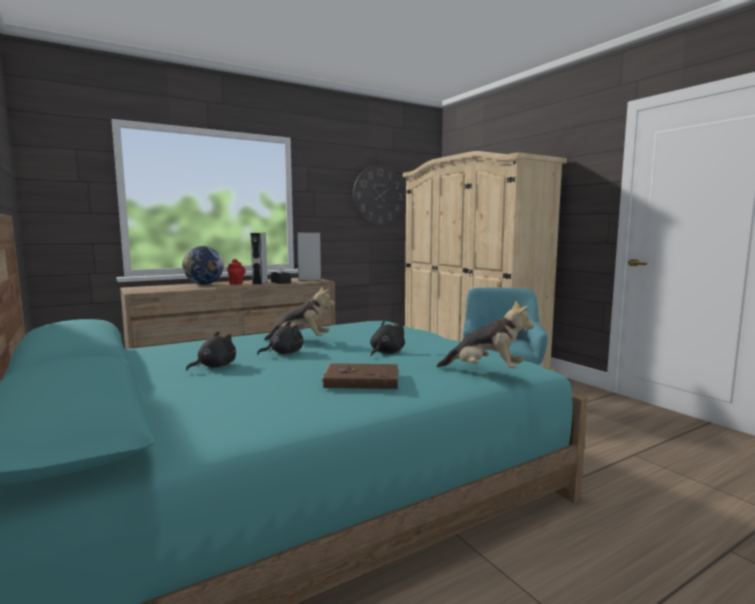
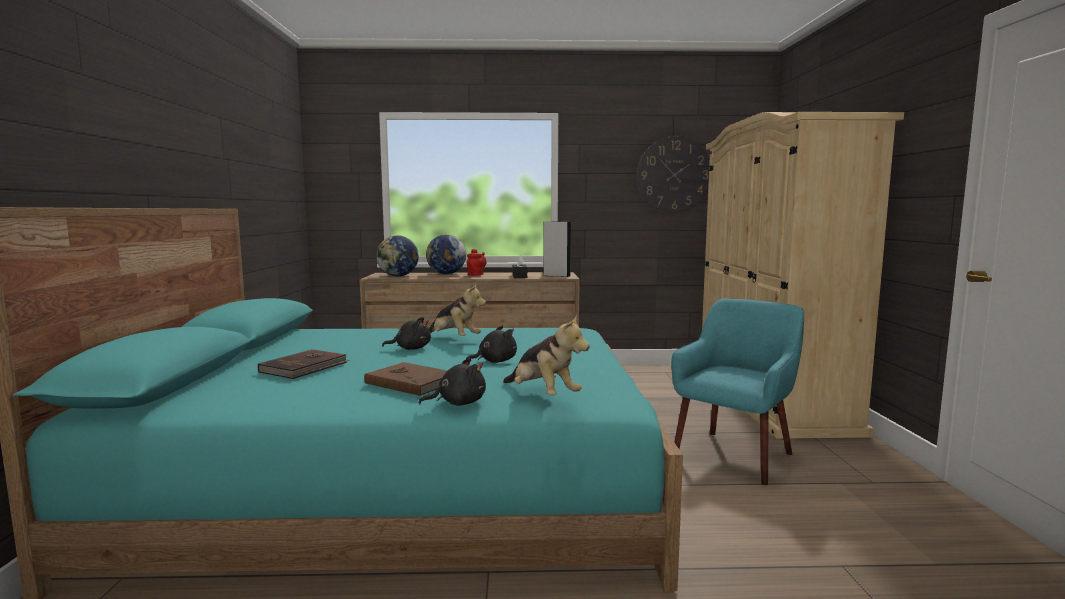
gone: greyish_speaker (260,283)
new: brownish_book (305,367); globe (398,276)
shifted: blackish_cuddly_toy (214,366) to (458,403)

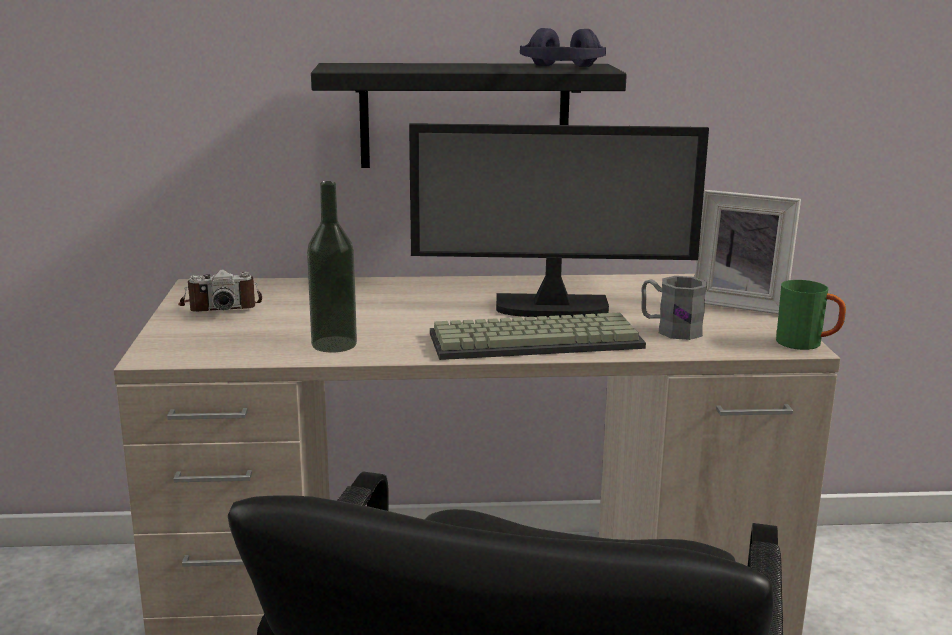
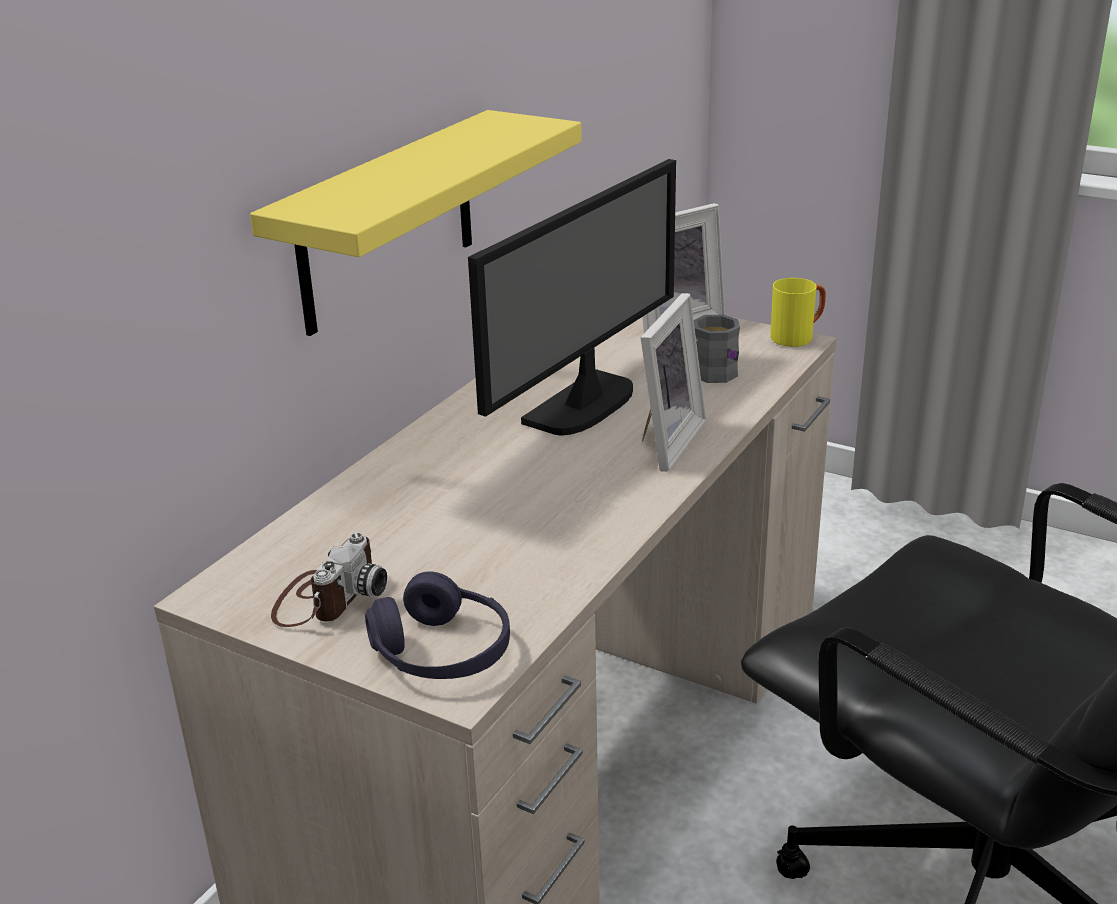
gone: drink_bottle (334,344)
shifted: purple-coloured_pair_of_headphones (562,69) to (442,652)
swapped: PC_keyboard (537,339) to picture_frame (663,441)
repainted: blackish_wall_shelf (464,115) to yellow_wall_shelf (387,222); green_mug (807,344) to yellow_mug (798,337)

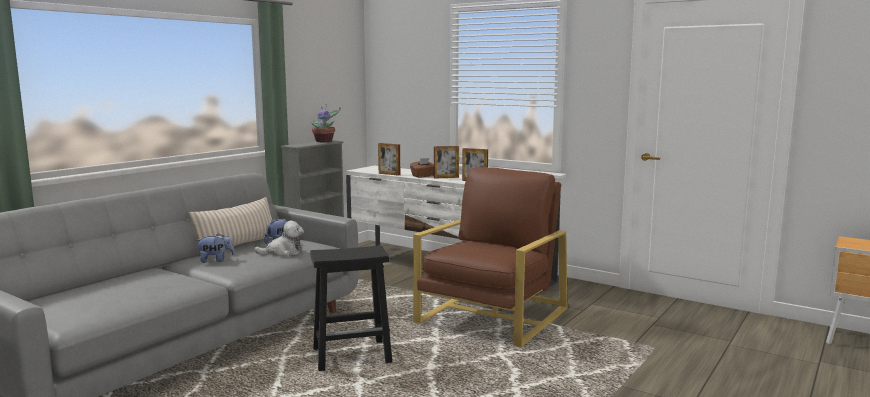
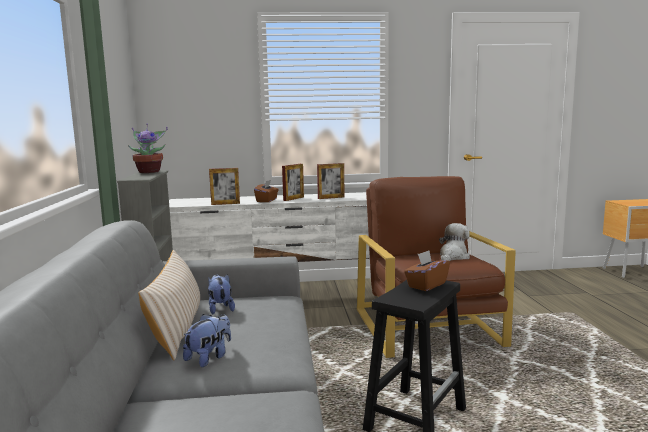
new: brownish_tissue_box (426,285)
shifted: cuddly_toy (283,252) to (453,257)

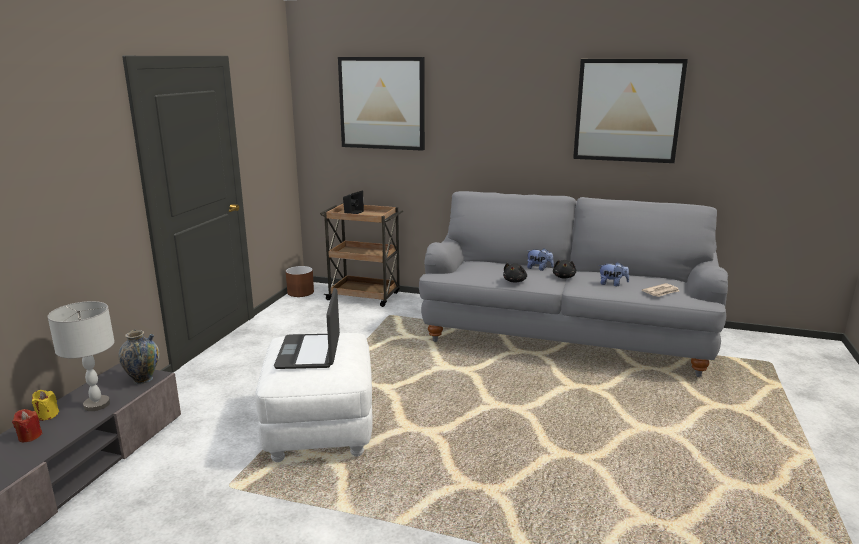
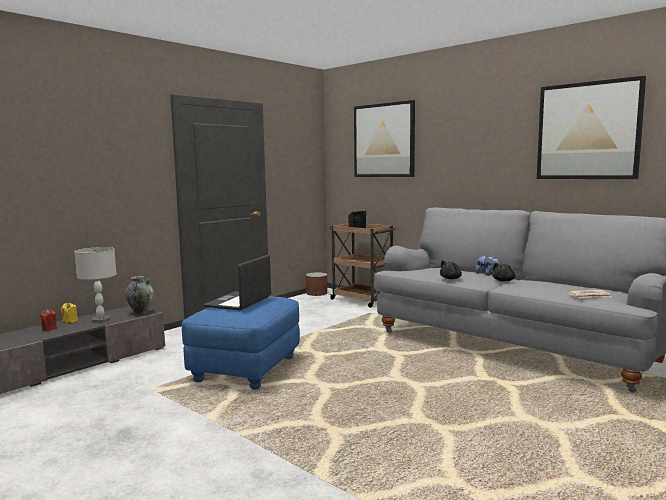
gone: cuddly_toy (612,284)
repainted: white-coloured_pouffe (320,429) to blue_pouffe (246,369)

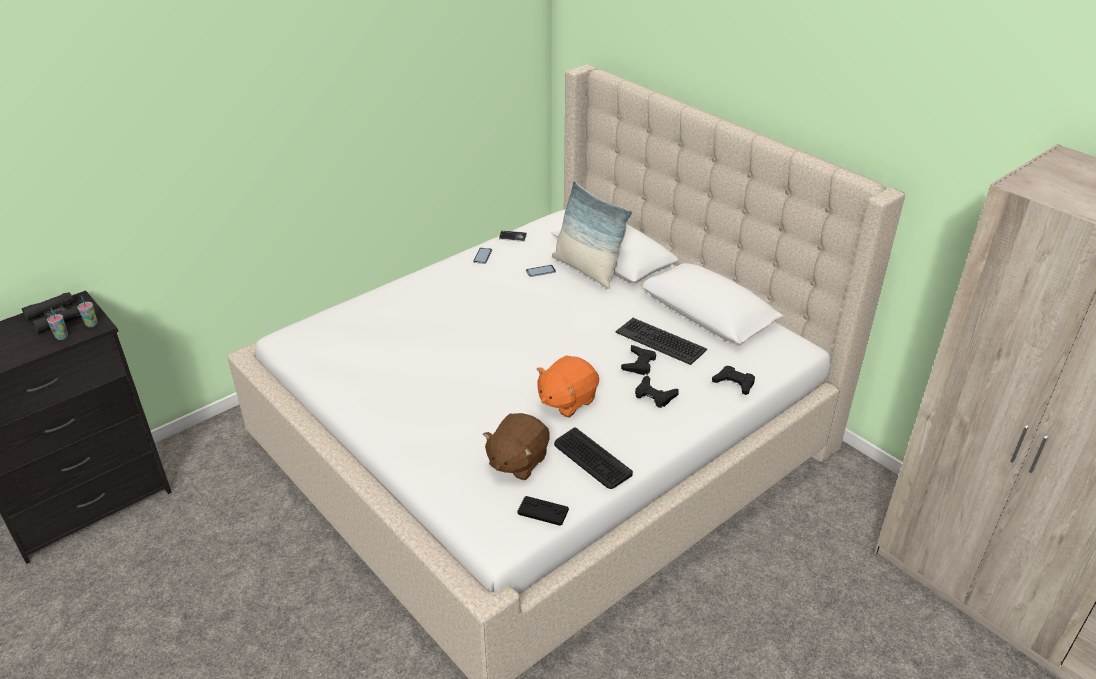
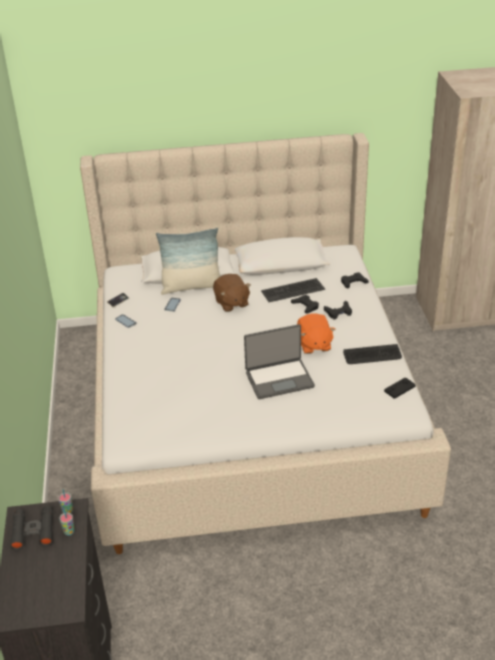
new: notebook_computer (279,379)
shifted: brownish_cuddly_toy (517,461) to (231,303)

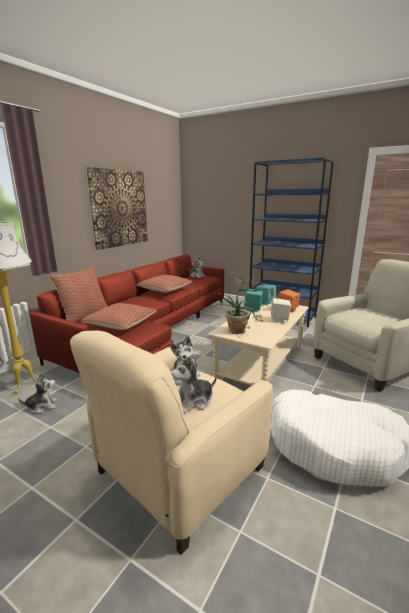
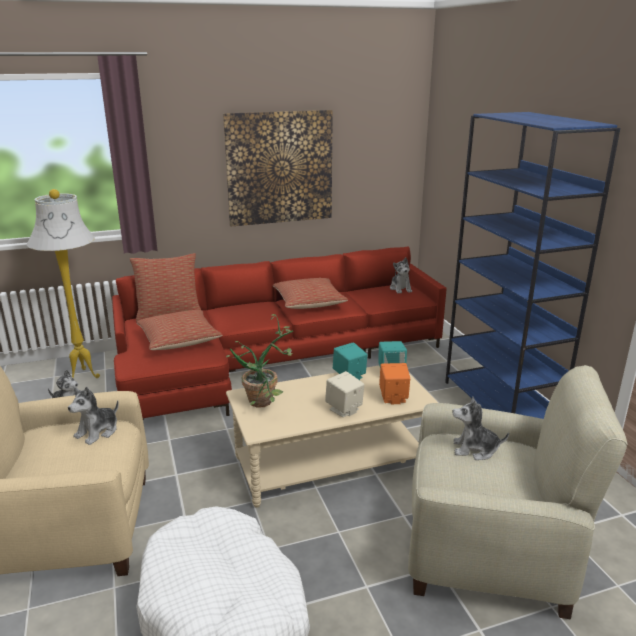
shifted: cuddly_toy (193,401) to (475,450)

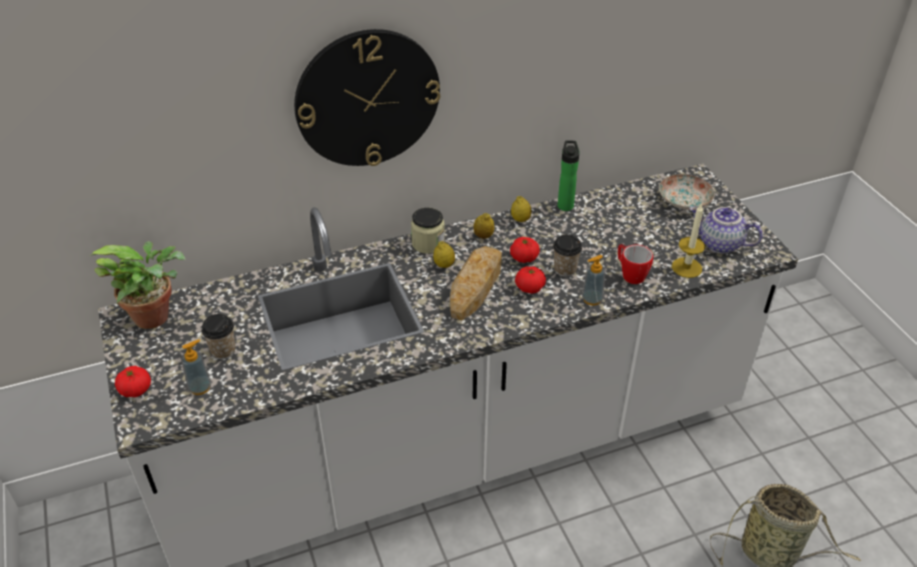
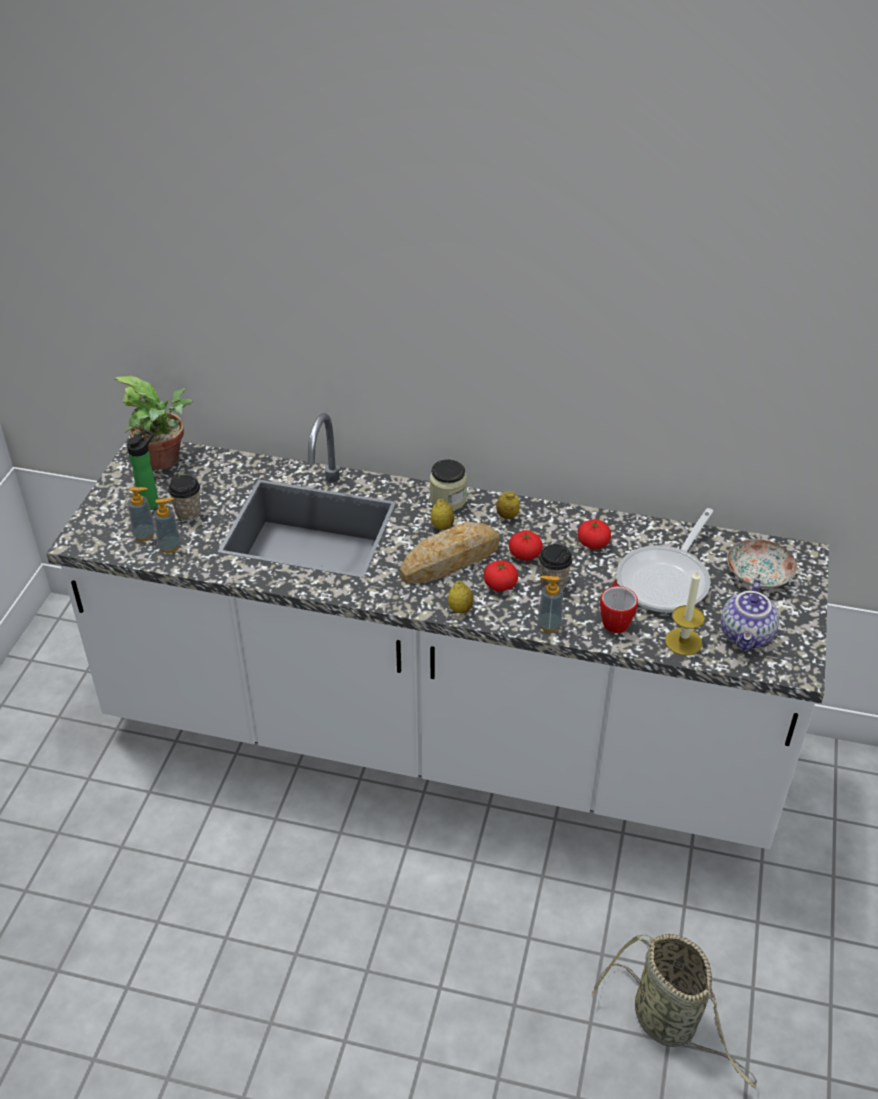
gone: hanging_clock (367,99)
new: soap_dispenser (170,546); pan (667,579)
shifted: drink_bottle (565,204) to (152,502); citrus_fruit (520,219) to (460,609); tomato (135,390) to (593,543)
rotated: tea_pot (719,244) = (747,636) 135 degrees counterclockwise

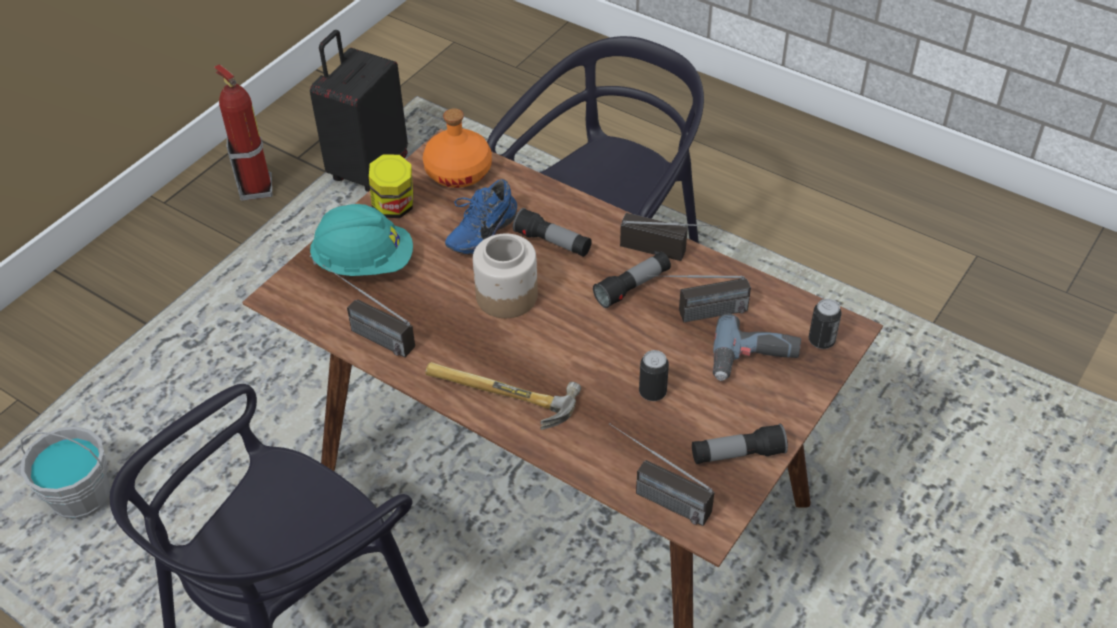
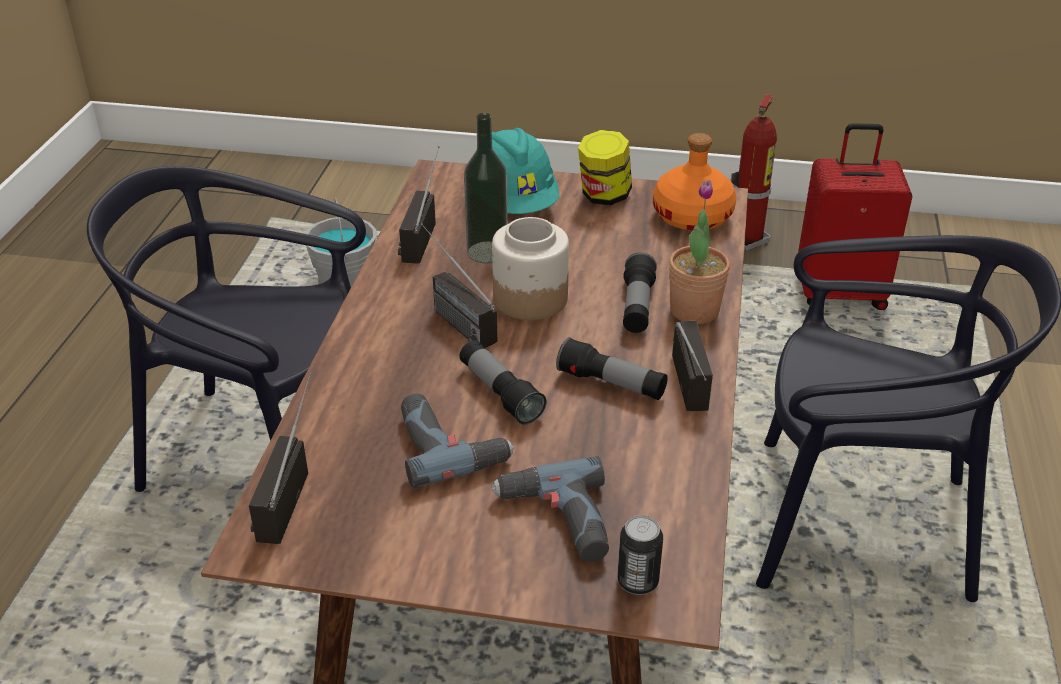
gone: hammer (499,400); blue_low_shoe (480,232)
new: drink_bottle (487,252); houseplant (694,310)
shifted: radio_set (696,315) to (450,316); hand_torch (737,454) to (500,393)
swapped: sealed_can (652,392) to electric_drill (449,444)
repainted: blackish_suitcase (367,168) to red-coloured_suitcase (840,292)

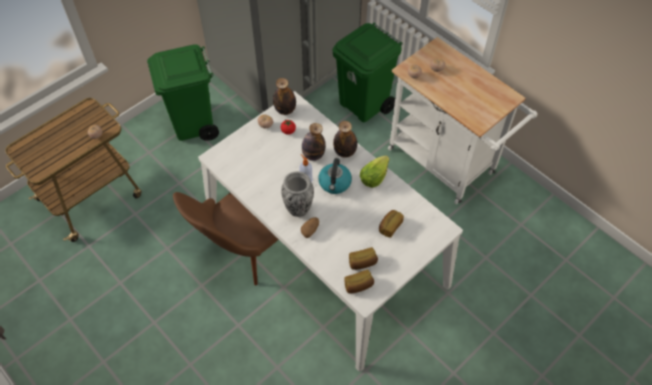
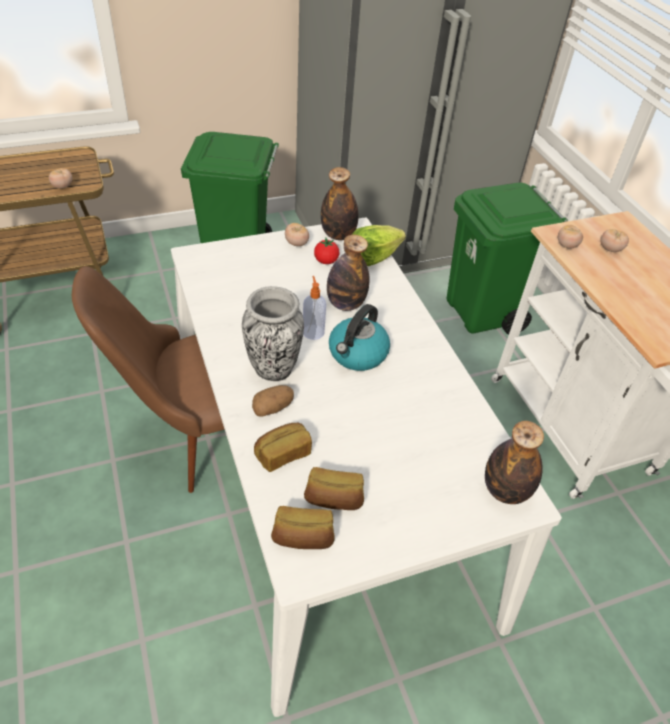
shifted: baked_bread (389,226) to (282,453); lettuce_head (374,177) to (372,257); drink_bottle (345,152) to (505,490)

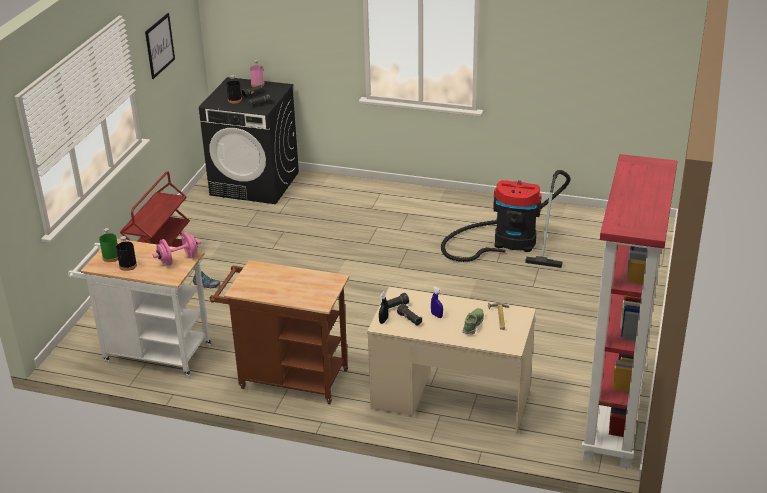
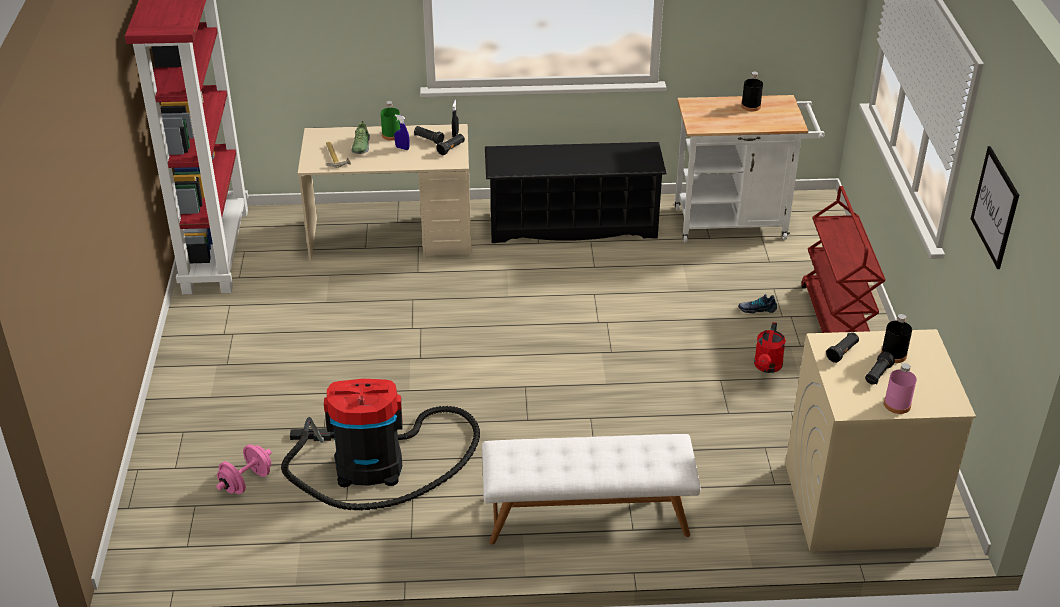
new: white-coloured_indoor_bench (587,516); red-coloured_watering_pot (767,367)
shifted: pinkish_dumbbell (178,260) to (246,482); green_drink_bottle (111,257) to (391,135)
swapped: brownish_cart (287,378) to blackish_shoe_shelf (573,225)
repainted: blackish_laundry_machine (255,183) to beige_laundry_machine (858,504)

